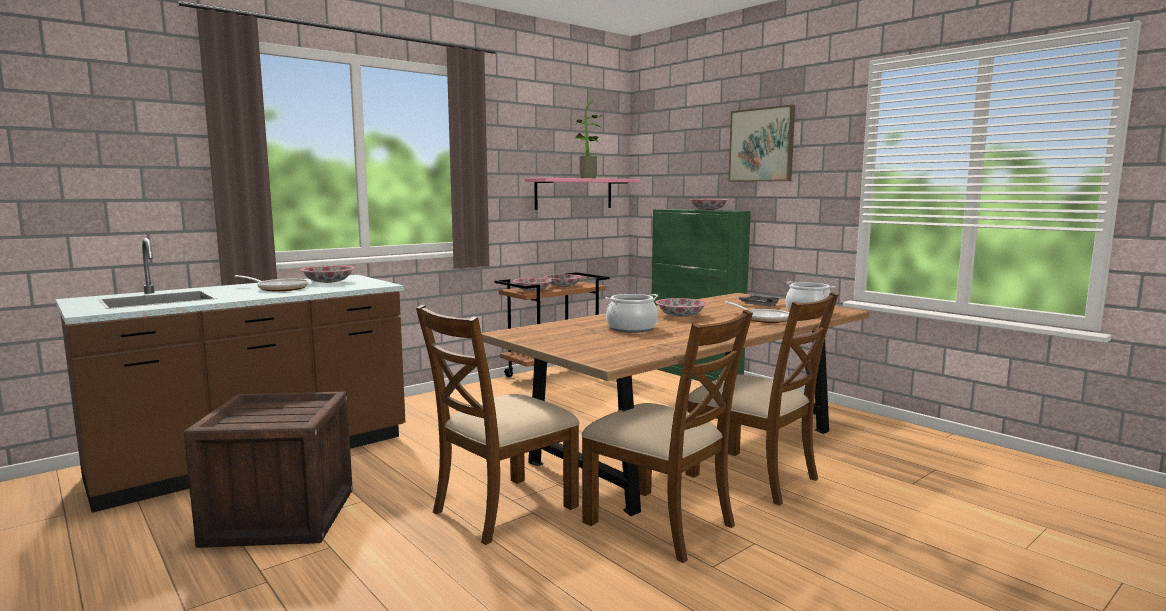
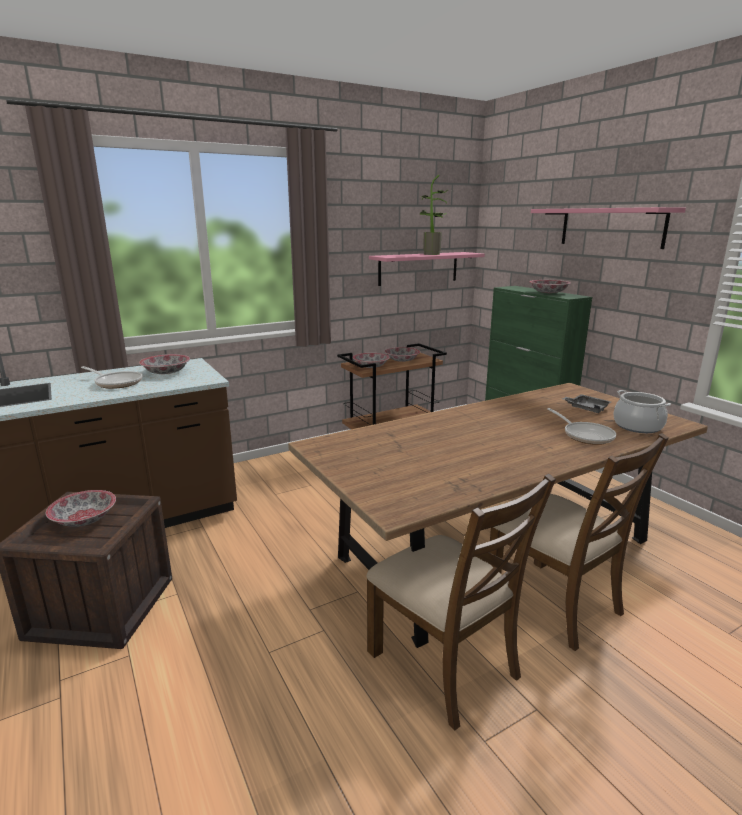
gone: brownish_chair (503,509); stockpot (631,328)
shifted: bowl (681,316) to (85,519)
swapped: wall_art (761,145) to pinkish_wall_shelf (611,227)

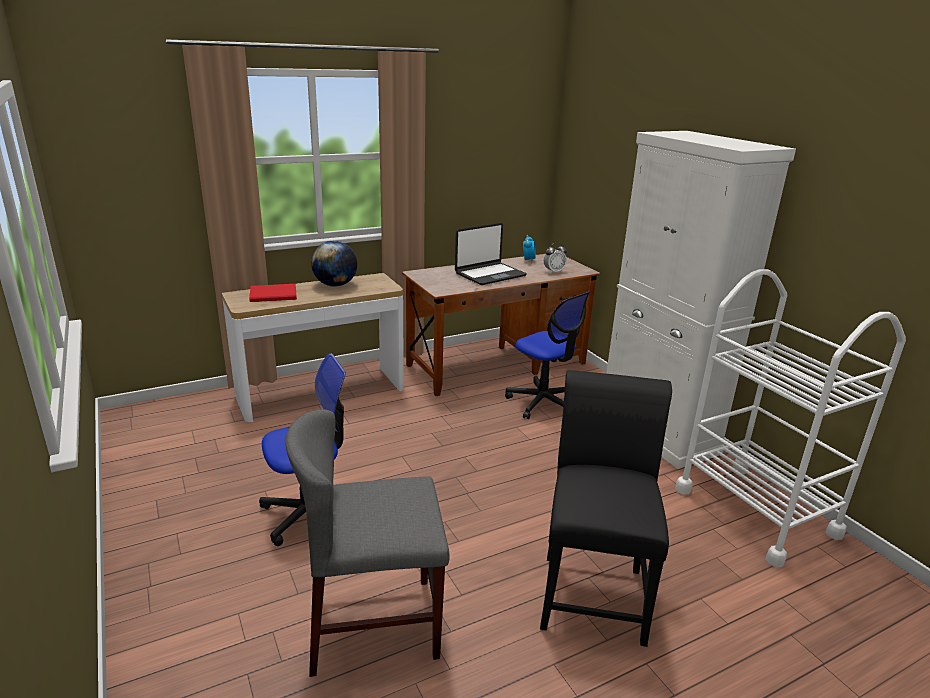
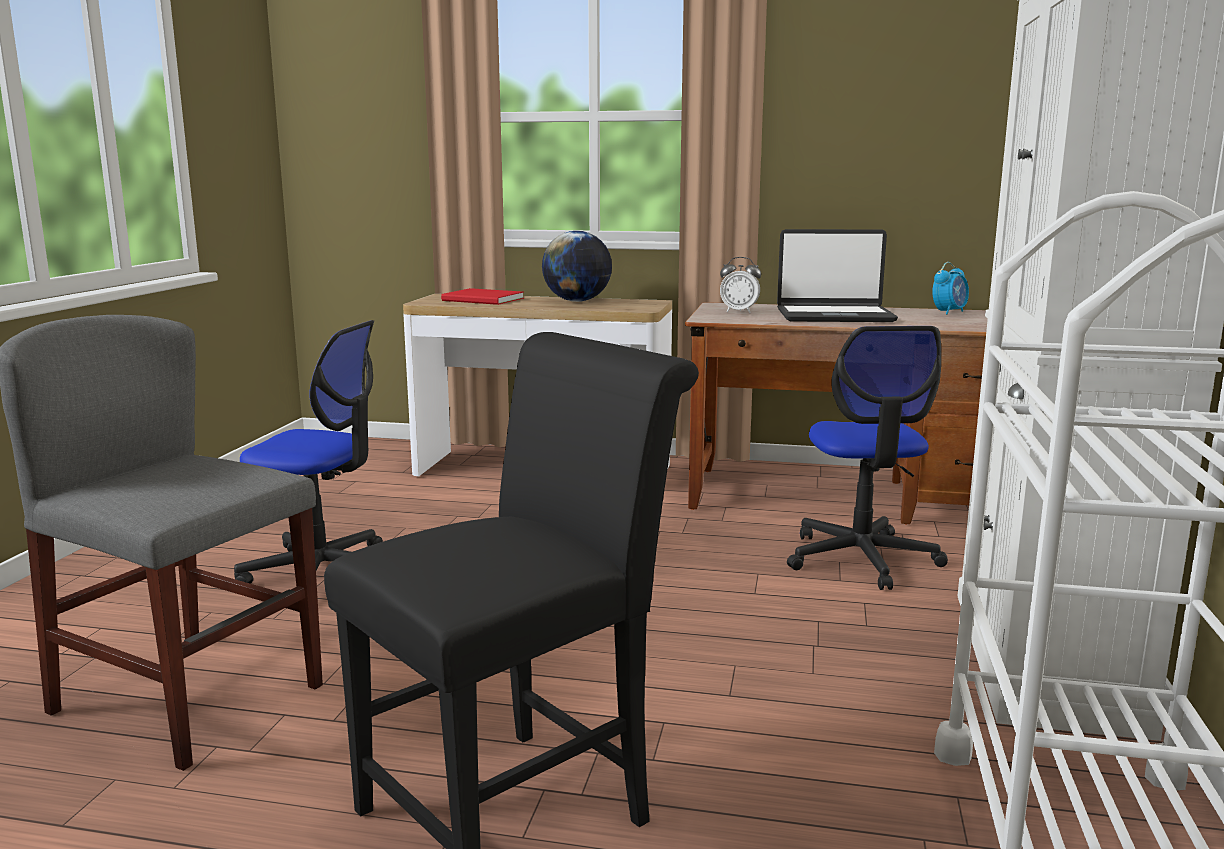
shifted: table_clock (554,271) to (739,311)

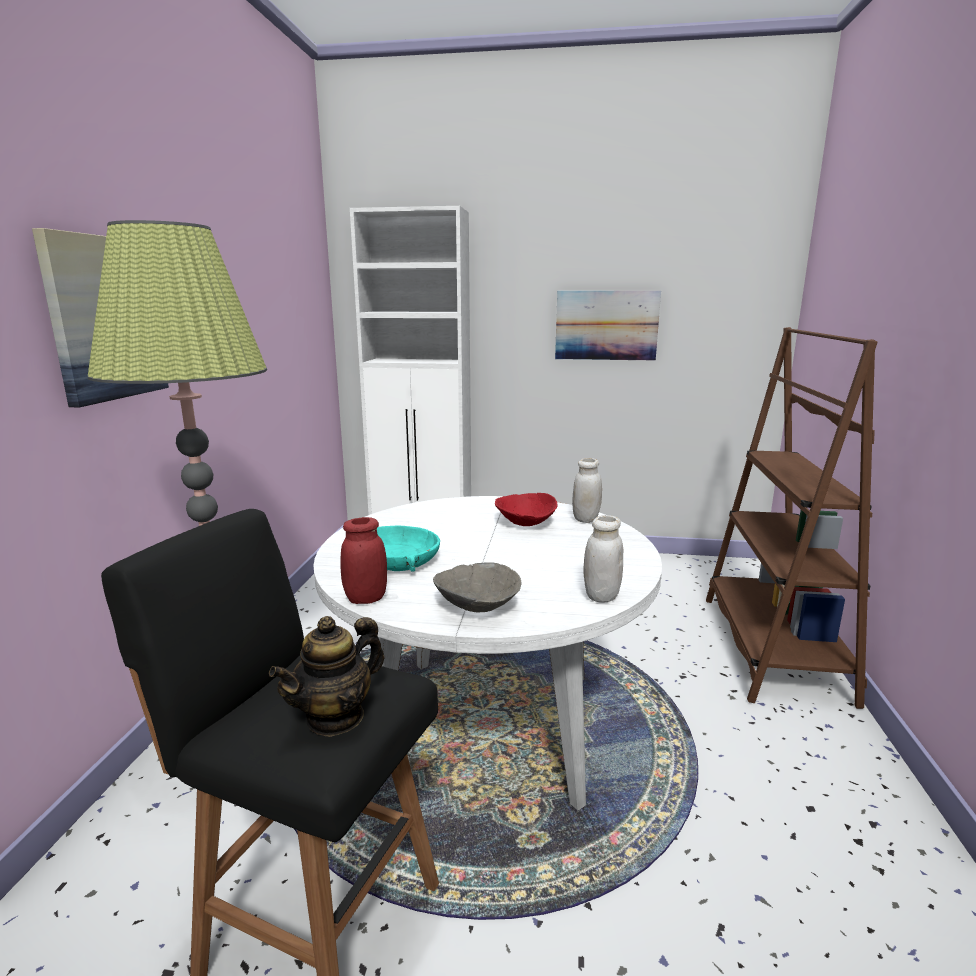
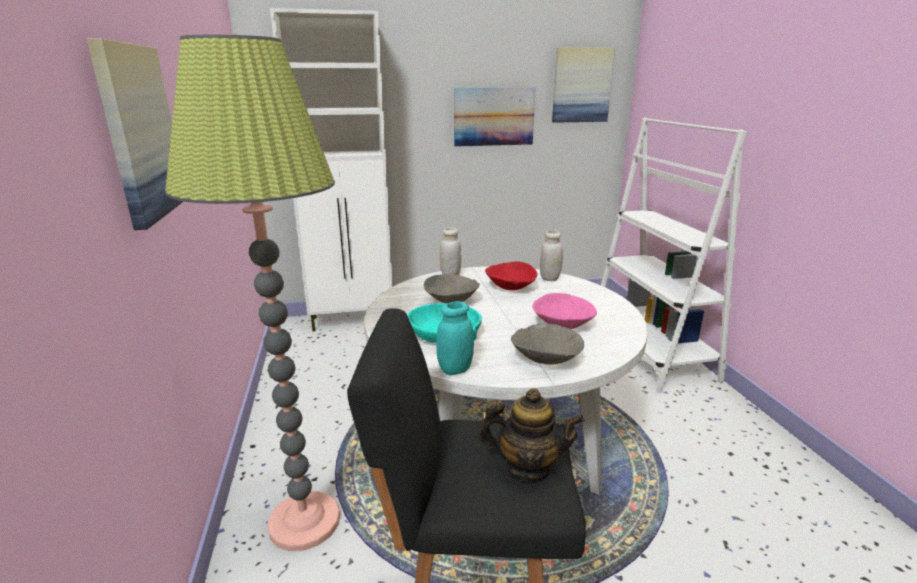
new: greyish_bowl (452,301); pinkish_bowl (563,325); wall_art (581,85)
shifted: white-coloured_storage_jar (601,596) to (450,275)
repainted: red-coloured_storage_jar (366,598) to turquoise-coloured_storage_jar (455,369); brownish_bookshelf (772,647) to white-coloured_bookshelf (650,352)
rotated: tea_pot (335,717) = (528,467) 105 degrees counterclockwise

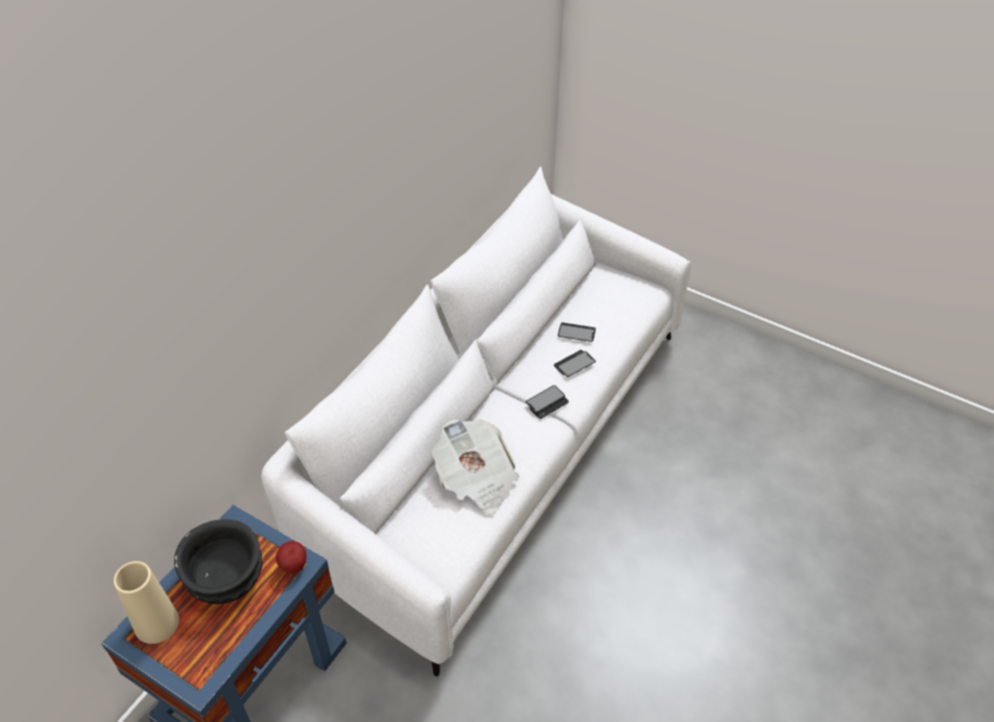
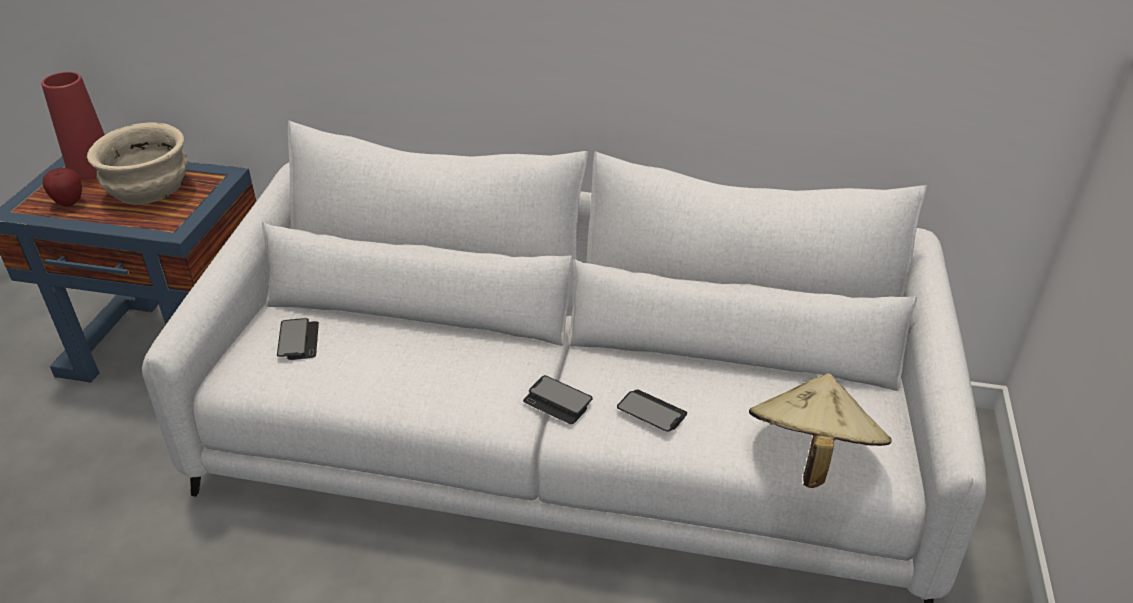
gone: daily_paper (476,479)
new: beige_clothing_hat (810,456)
shifted: apple (294,567) to (69,202); handset (576,333) to (298,340)
repainted: beige_decorative_vase (156,623) to red-coloured_decorative_vase (92,168); blackish_bowl (227,578) to beige_bowl (149,190)

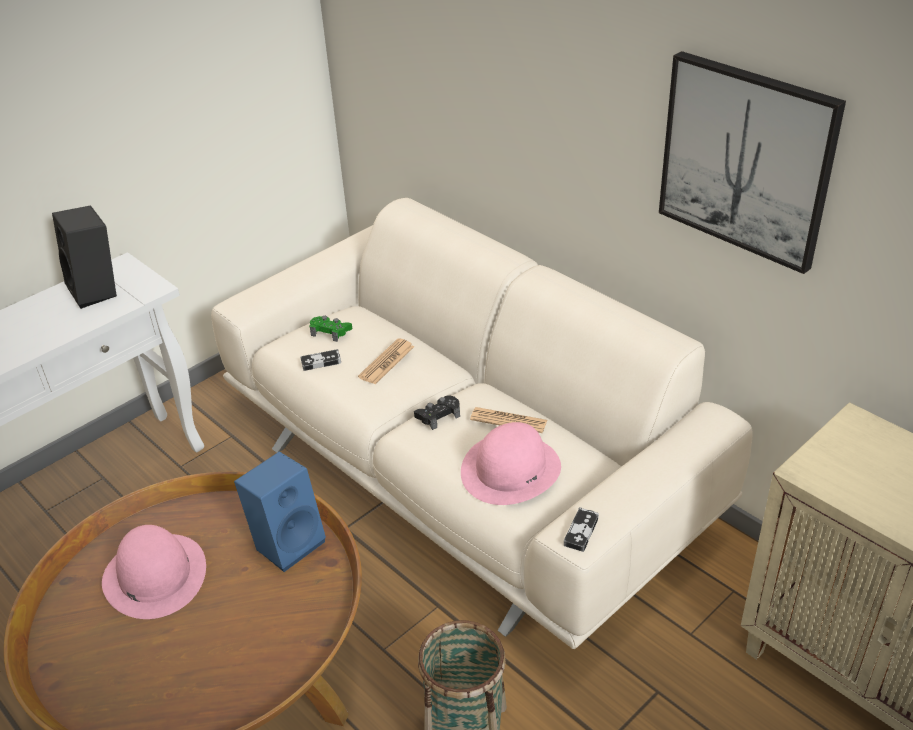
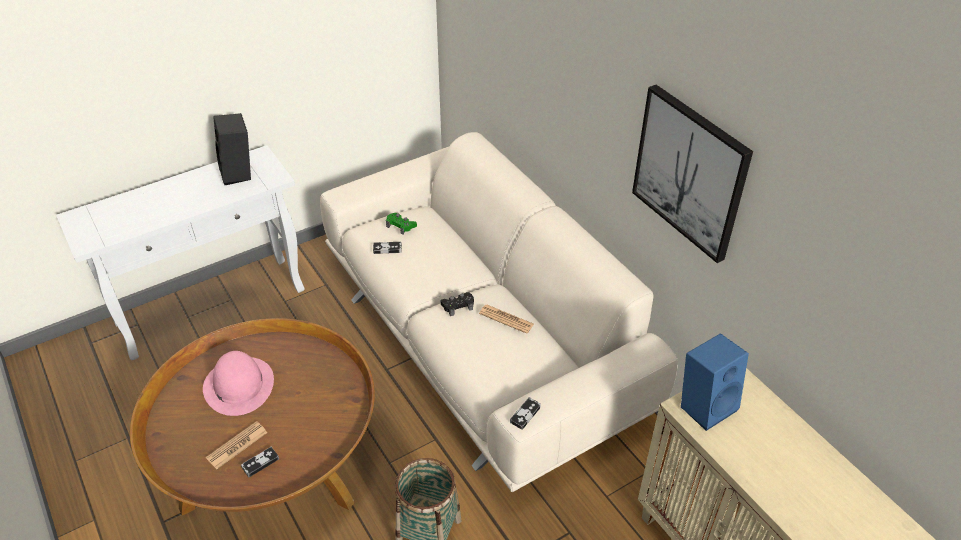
gone: pinkish_clothing_hat (511,469)
new: game_controller (260,463)
shifted: daily_paper (386,362) to (237,445); blue_speaker (288,542) to (706,405)

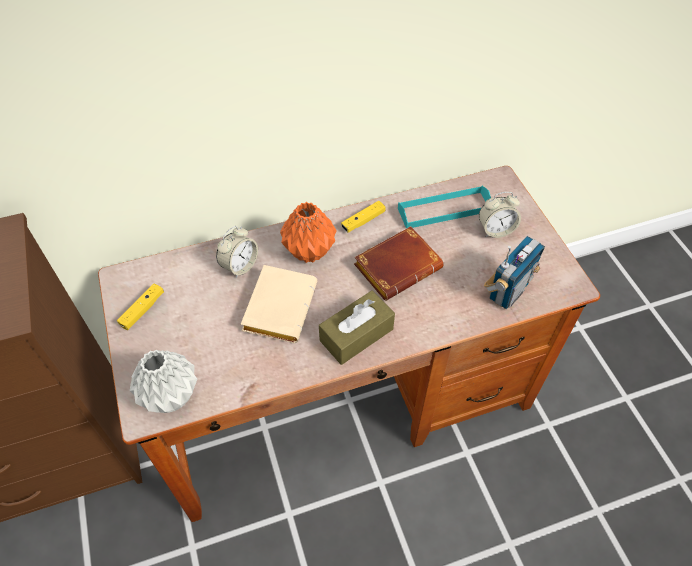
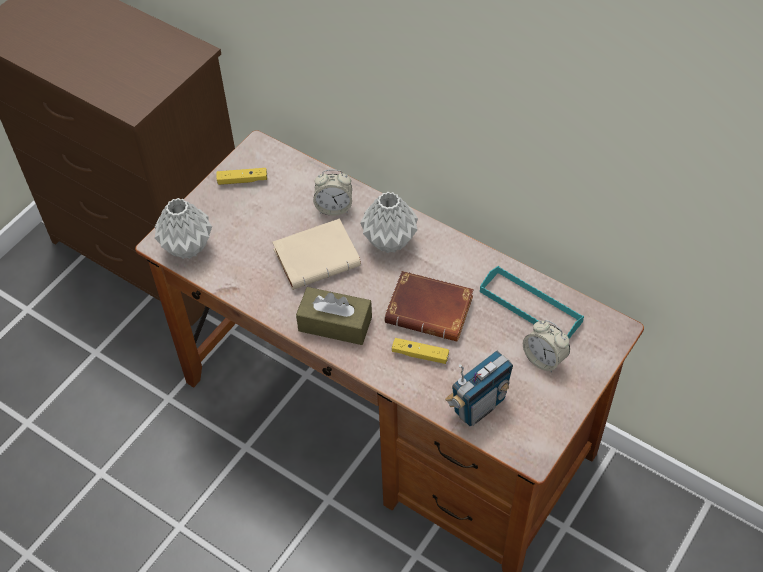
shifted: yellow_game_controller (363,221) to (420,354)
repainted: orange_decorative_vase (309,251) to greyish_decorative_vase (390,241)
rotated: radio_set (508,291) = (478,405) 45 degrees counterclockwise

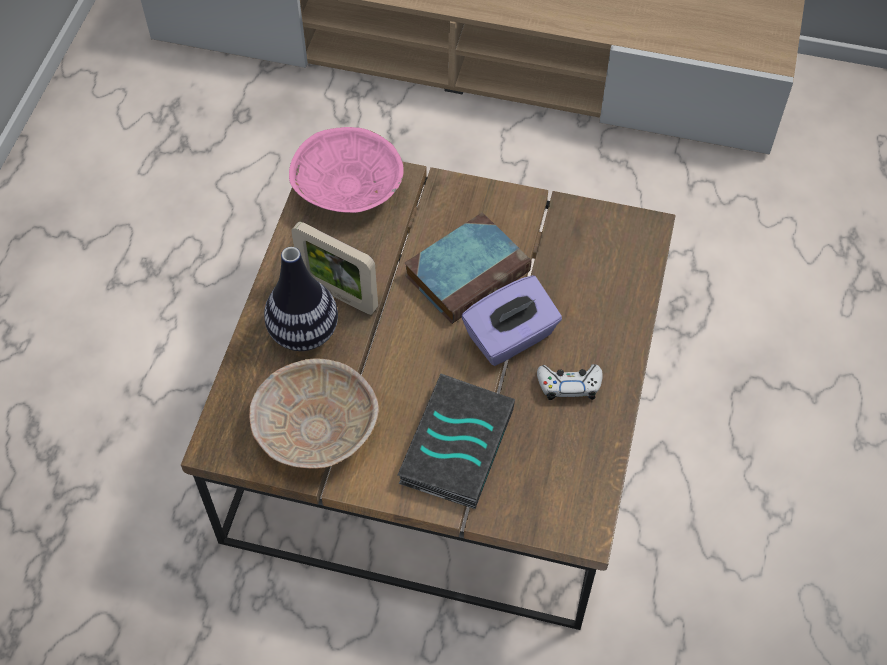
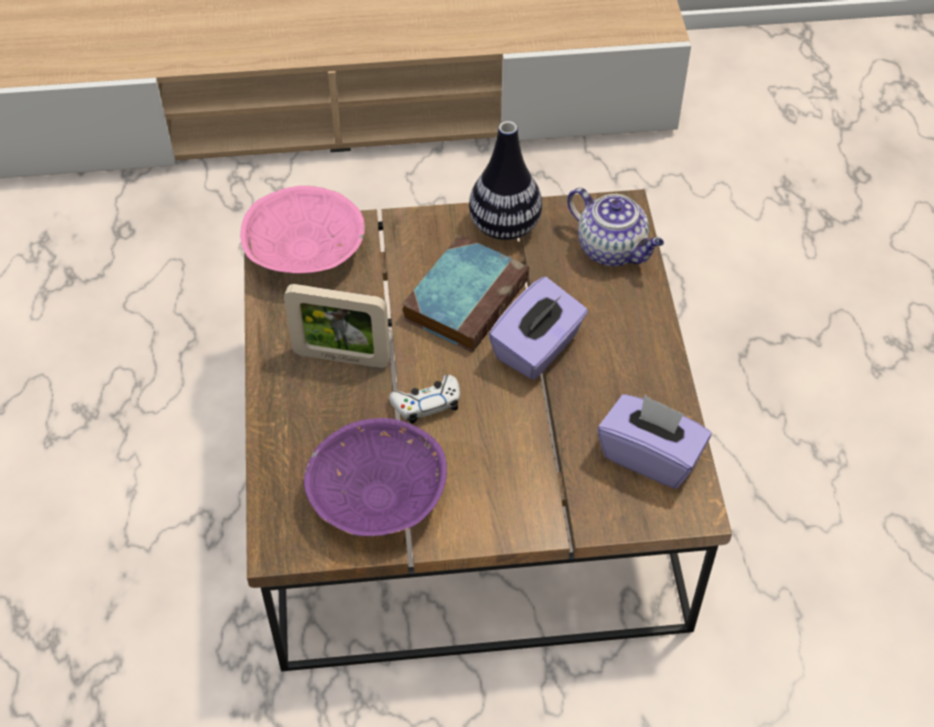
gone: book (455,444)
new: tea_pot (613,250); purple-coloured_tissue_box (650,456)
shifted: white-coloured_game_controller (569,385) to (427,403); decorative_vase (304,332) to (505,226)
repainted: beige_bowl (314,428) to purple-coloured_bowl (376,496)

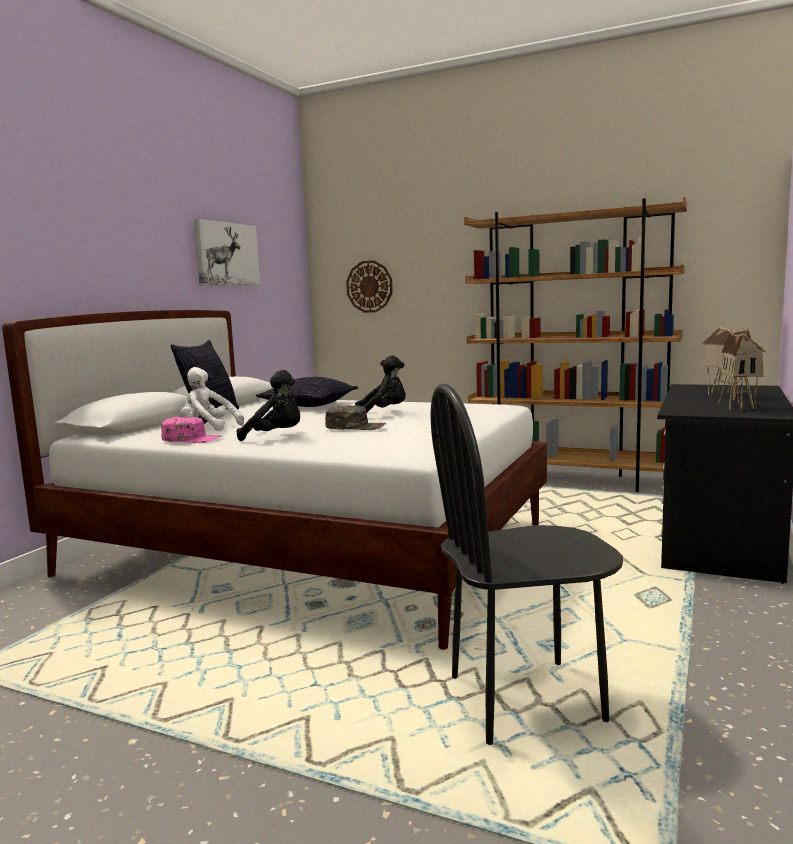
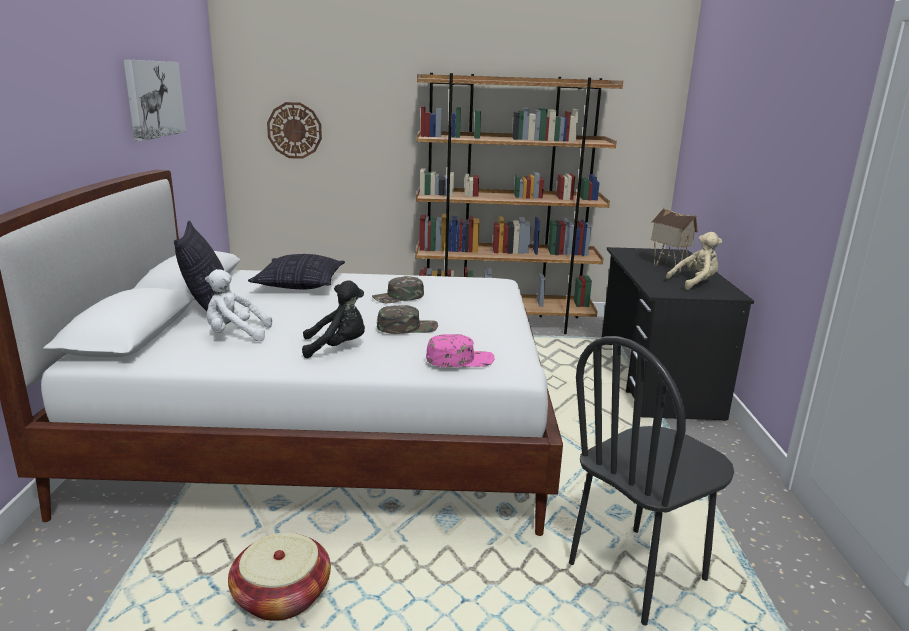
new: storage_basket (282,596)
shifted: pinkish_peaked_cap (192,439) to (460,359)
swapped: blackish_cuddly_toy (384,412) to green_peaked_cap (398,297); miniature_house (739,406) to beige_cuddly_toy (695,283)

